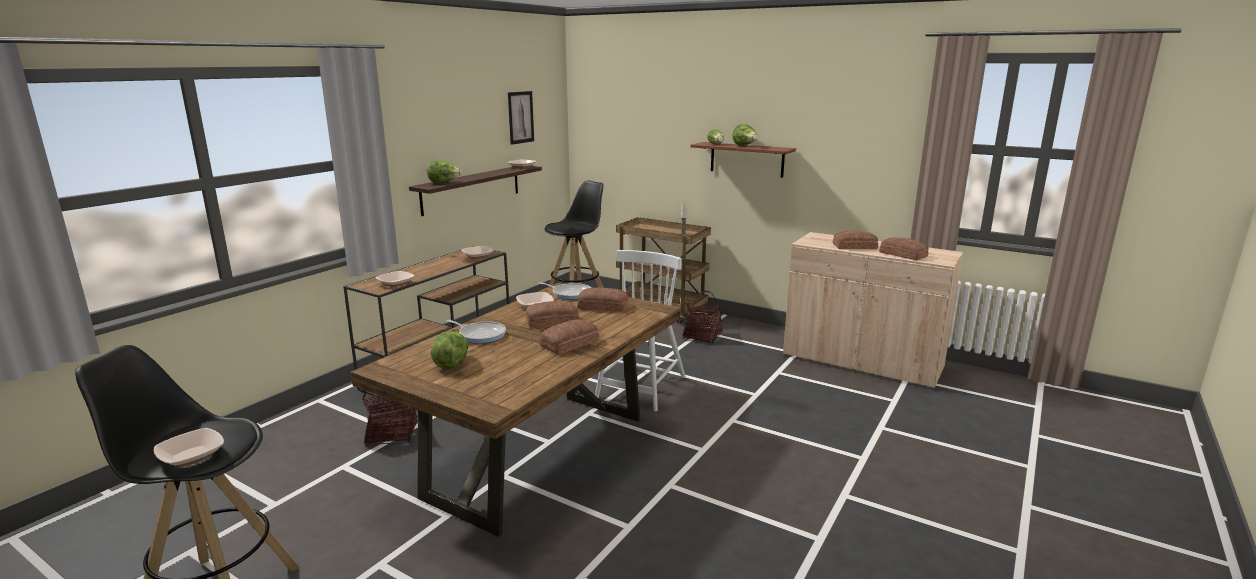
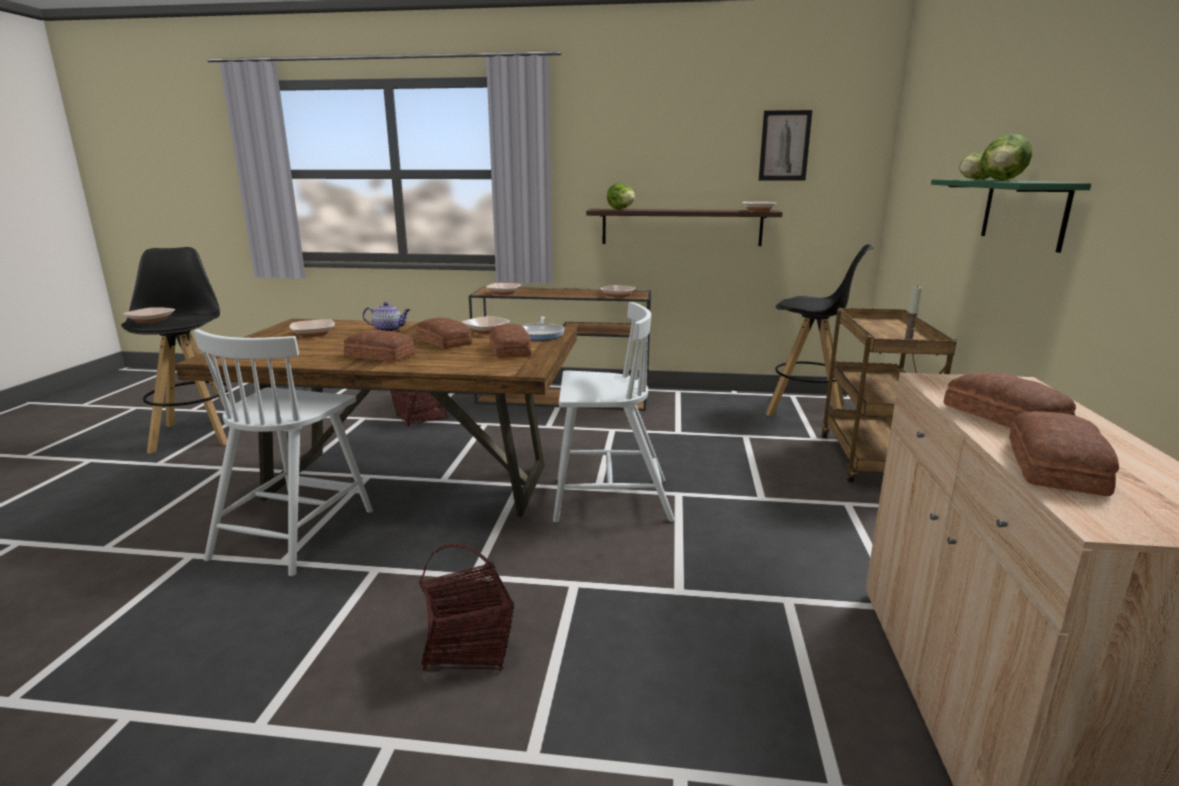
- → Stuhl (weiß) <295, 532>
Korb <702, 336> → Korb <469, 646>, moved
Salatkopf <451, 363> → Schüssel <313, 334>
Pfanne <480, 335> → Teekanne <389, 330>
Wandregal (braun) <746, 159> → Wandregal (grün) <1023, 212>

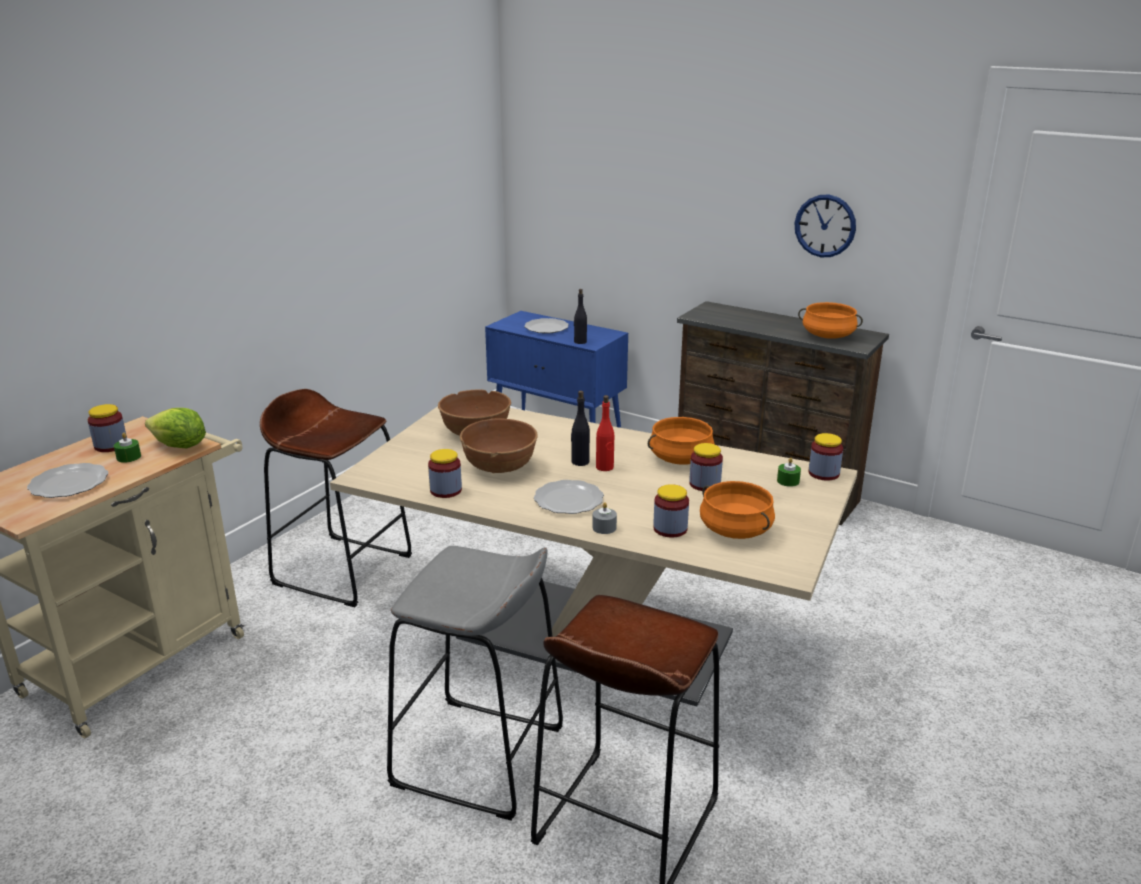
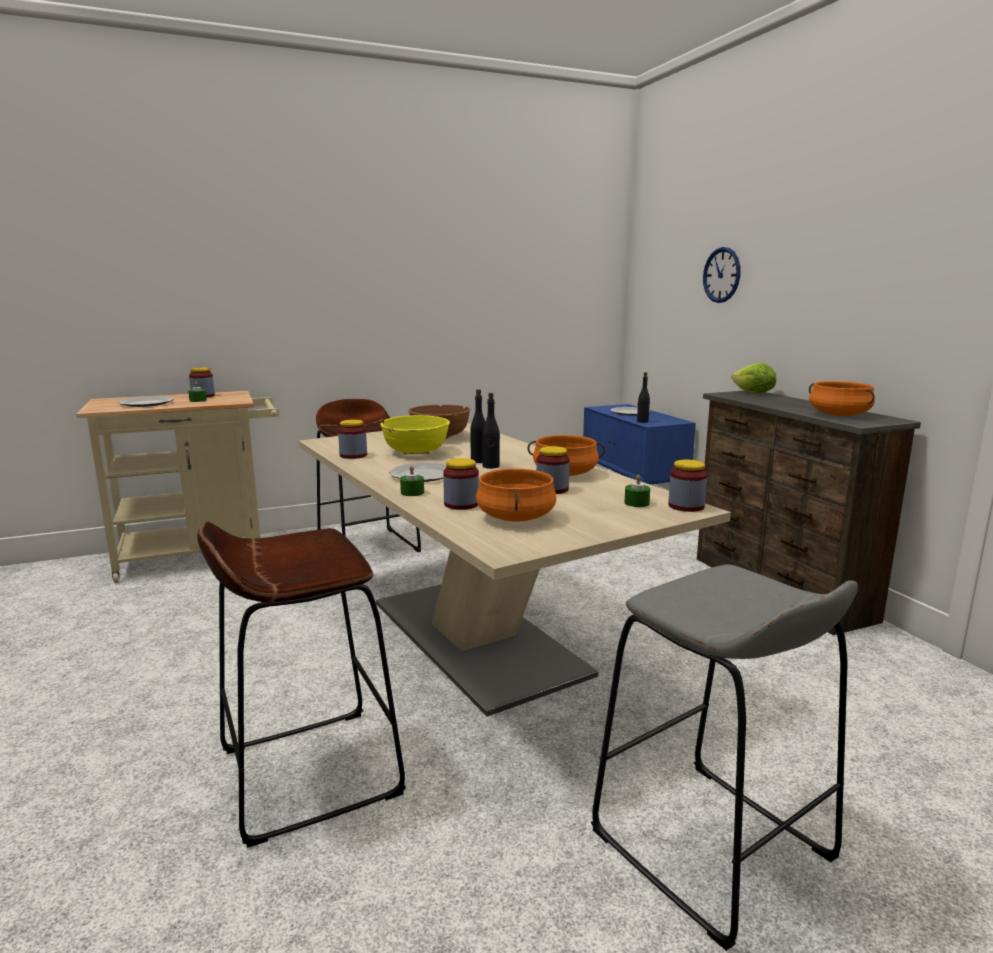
Salatkopf <180, 447> → Salatkopf <753, 393>, moved
Hocker (grau) <479, 757> → Hocker (grau) <711, 846>, moved
Wanduhr <825, 226> → Wanduhr <721, 275>, moved
Schüssel (braun) <500, 466> → Schüssel (gelb) <416, 452>
Kerze (grau) <604, 527> → Kerze (grün) <412, 492>
Flasche (rot) <605, 467> → Flasche (schwarz) <491, 466>

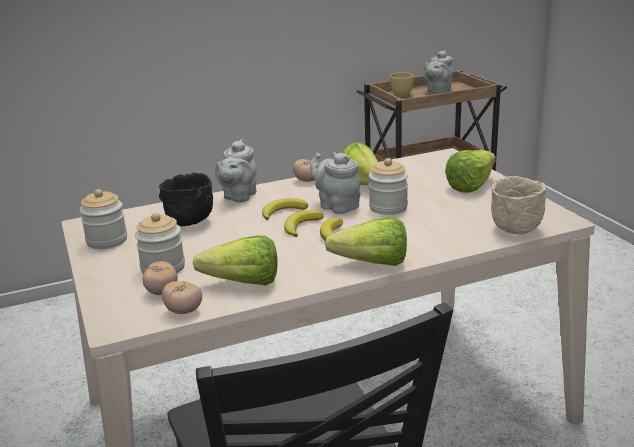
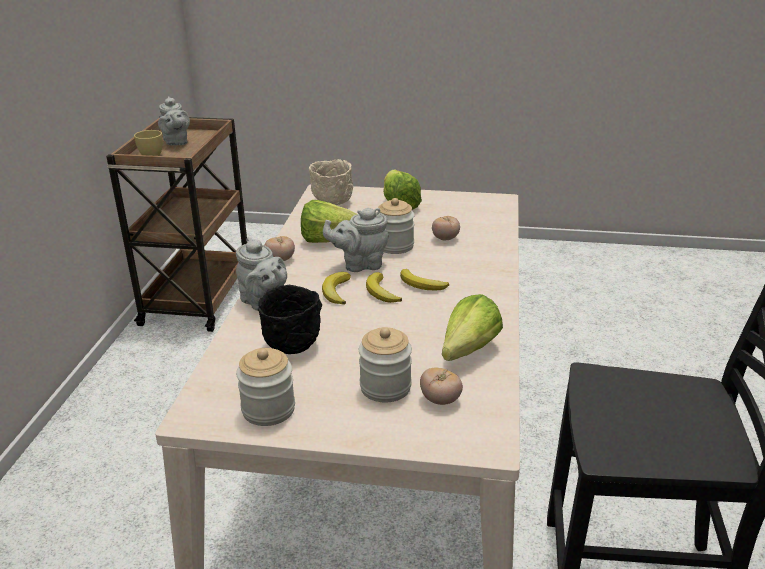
Salatkopf <366, 263> → -
Tomate <184, 311> → Tomate <445, 239>, moved
Schüssel (beige) <516, 229> → Schüssel (beige) <333, 202>, moved

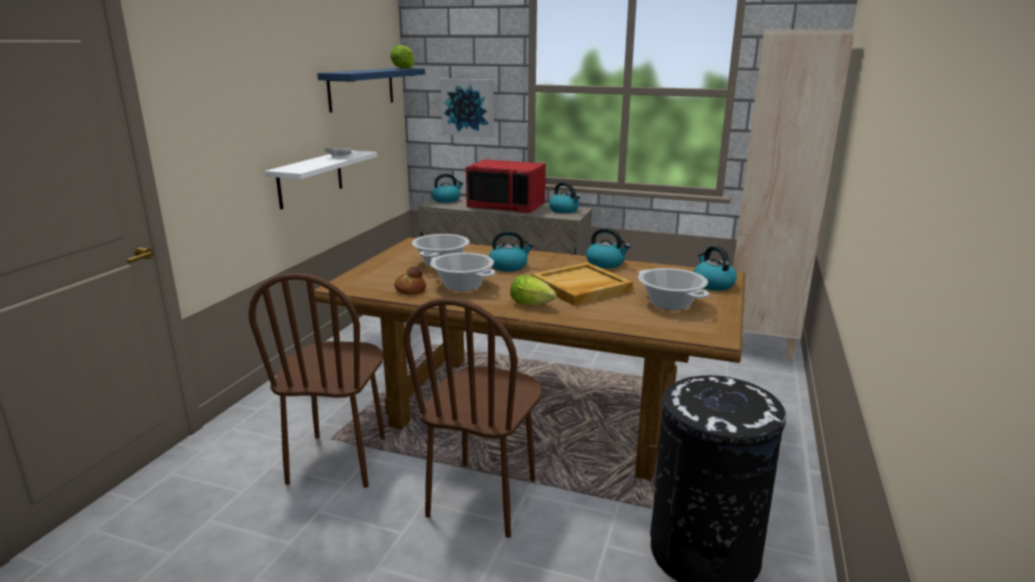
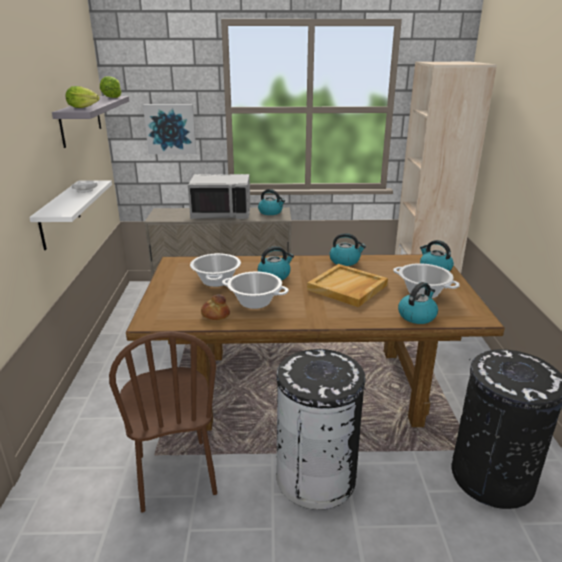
Wasserkessel <446, 200> → Wasserkessel <417, 316>, moved
Salatkopf <533, 305> → Salatkopf <85, 108>, moved
Stuhl (braun) <483, 498> → Mülleimer (schwarz) <316, 477>
Wandregal (blau) <361, 88> → Wandregal (grau) <81, 120>
Mikrowelle (rot) <507, 206> → Mikrowelle (grau) <221, 213>

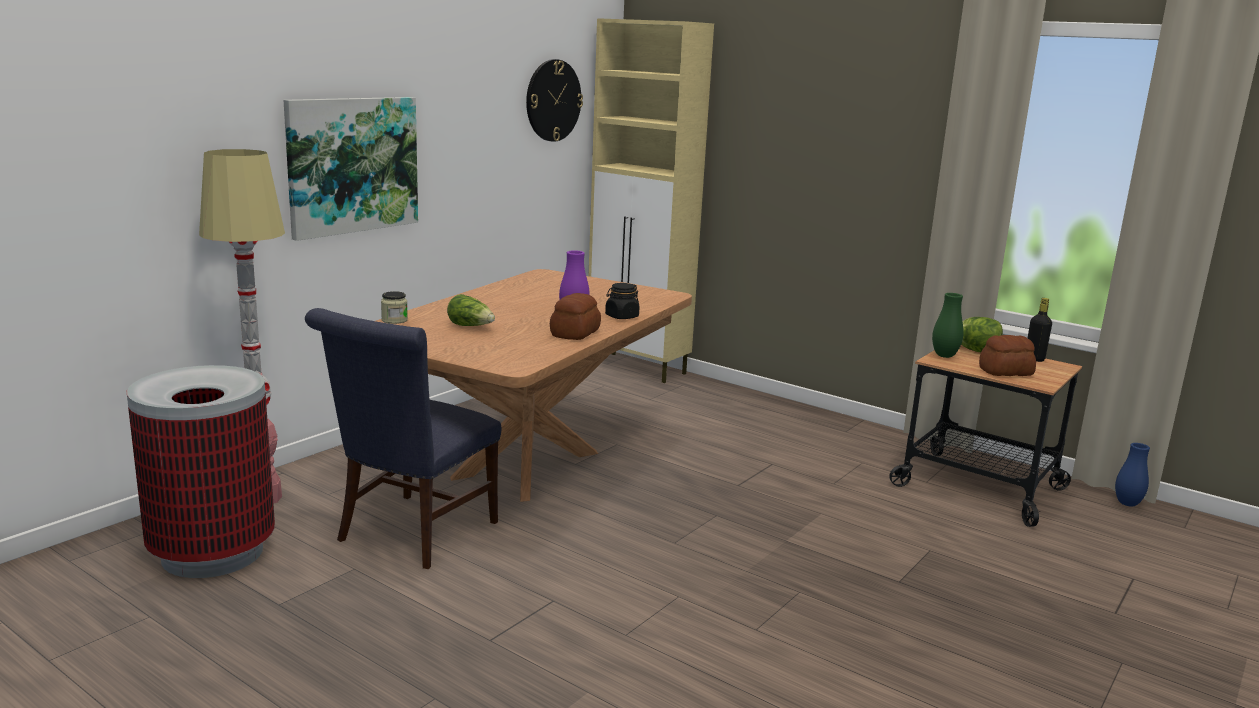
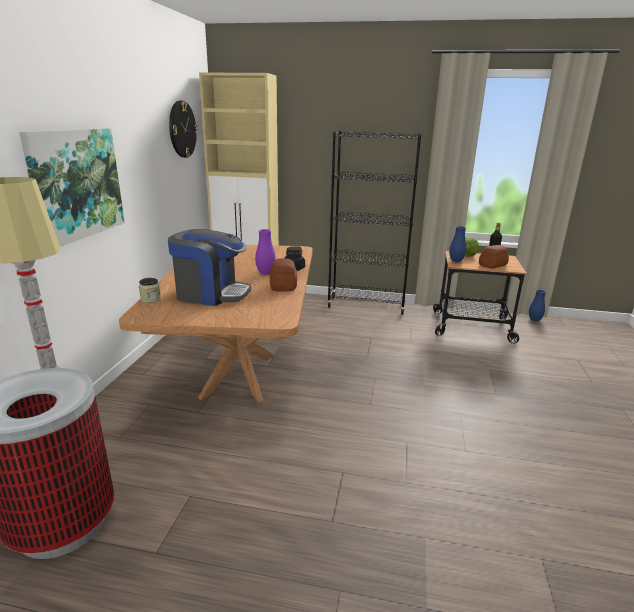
Stuhl (blau) <411, 534> → -
- → Bücherregal (schwarz) <366, 306>
Salatkopf <471, 326> → Kaffeemaschine <211, 294>
Vase (grün) <944, 356> → Vase (blau) <456, 261>

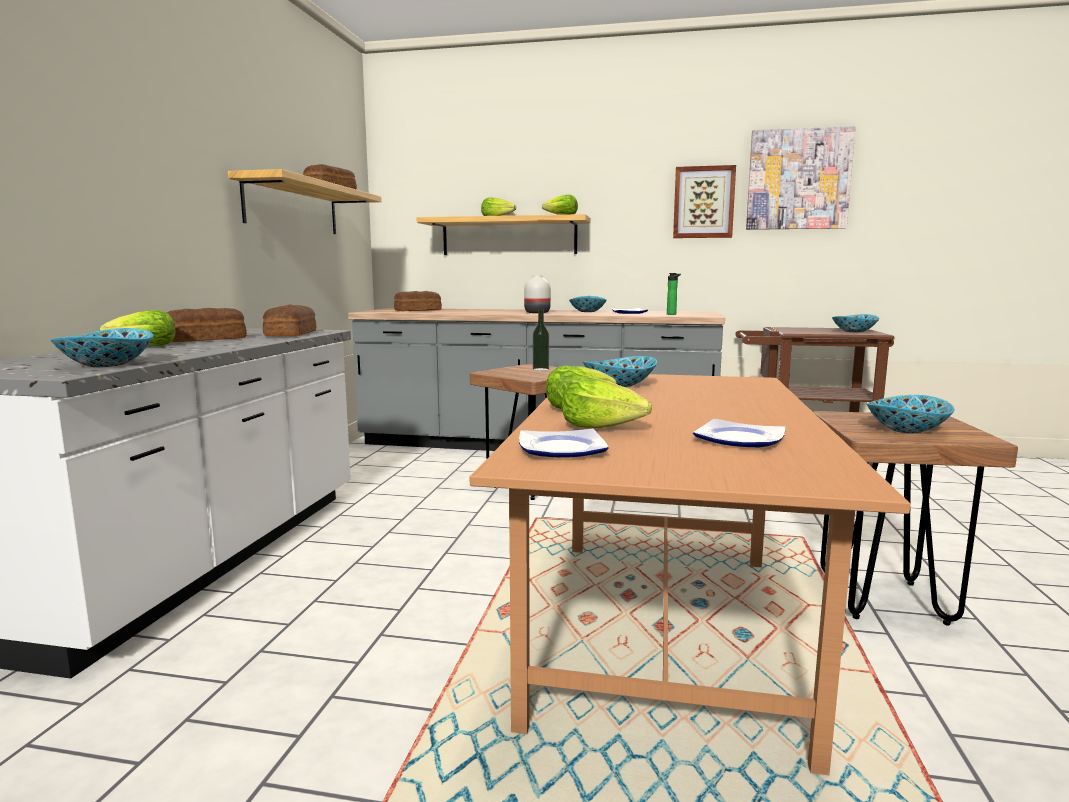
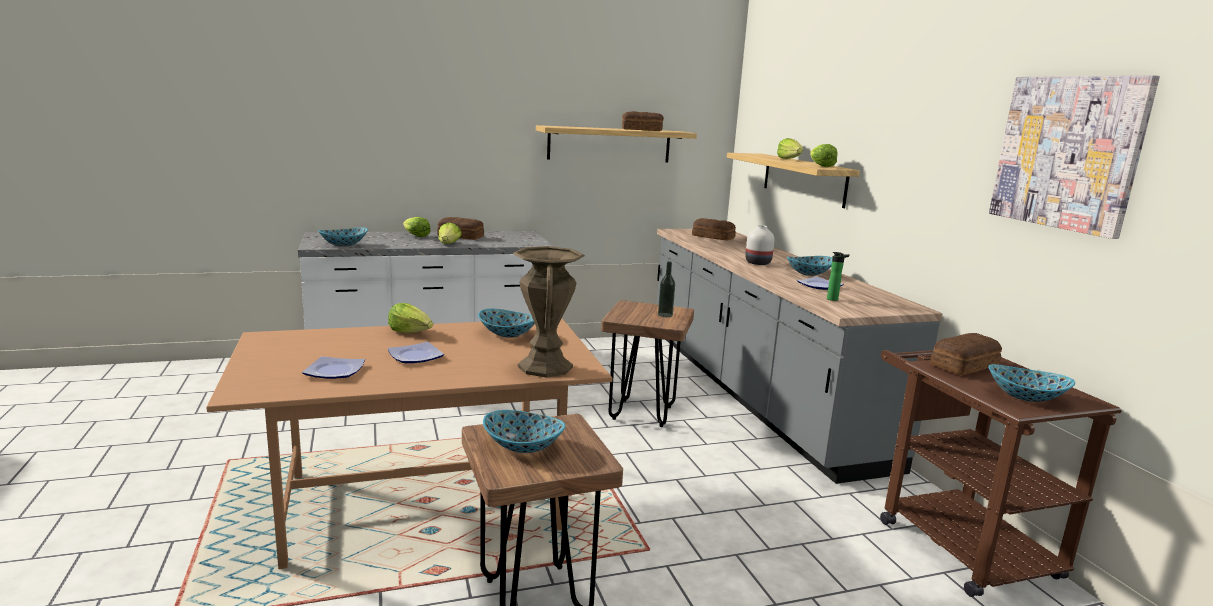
Bild <703, 202> → -
- → Vase (braun) <545, 367>
Brot <289, 334> → Brot <962, 365>, moved
Teller <563, 449> → Teller <415, 357>, moved
Salatkopf <602, 427> → Salatkopf <449, 244>, moved

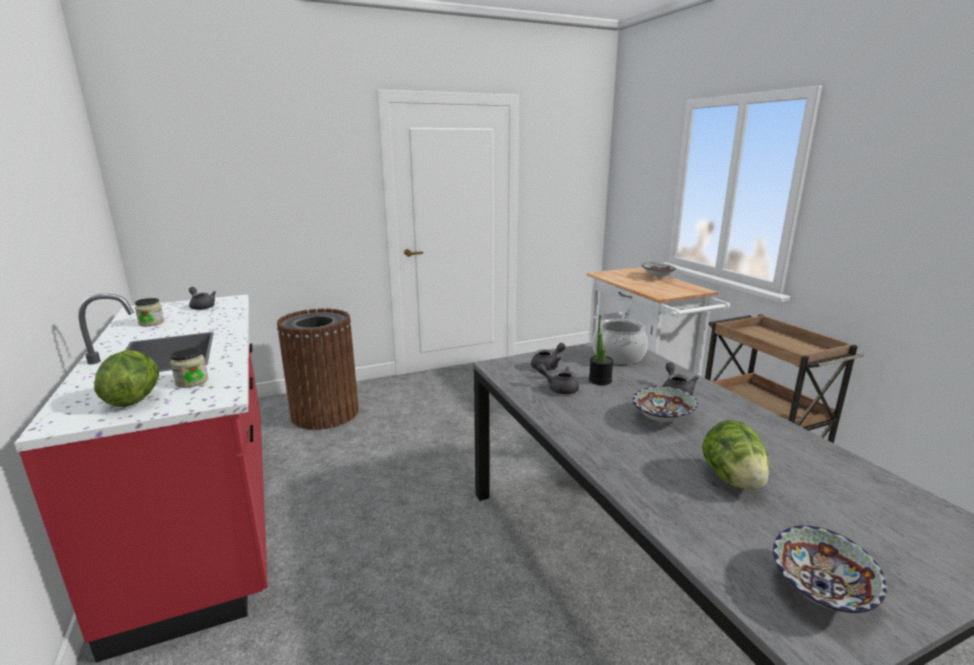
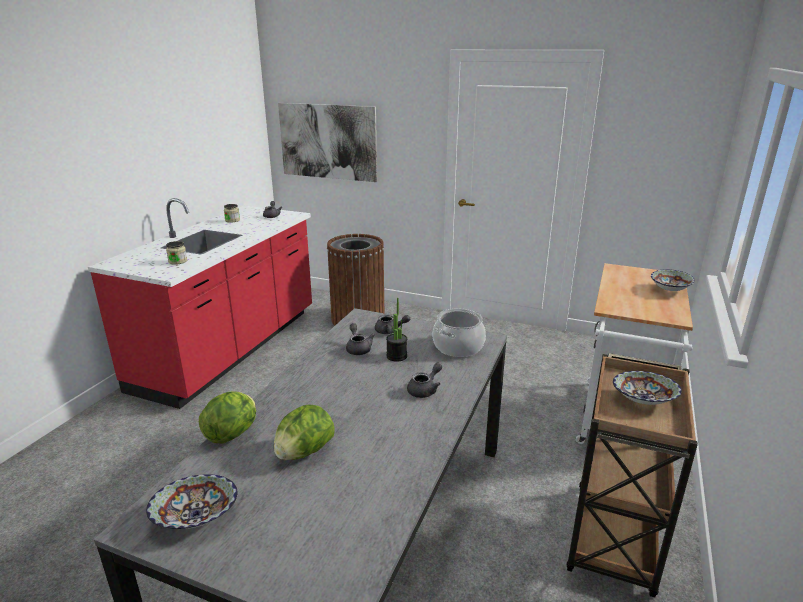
- → Bild <328, 142>
Salatkopf <134, 399> → Salatkopf <232, 433>, moved
Schüssel <662, 418> → Schüssel <643, 400>, moved

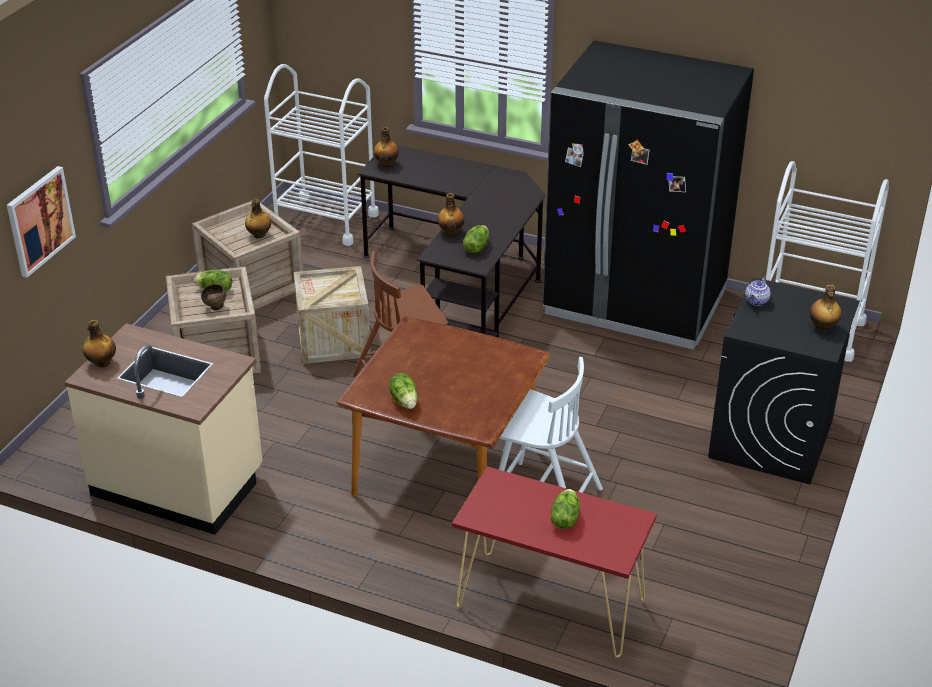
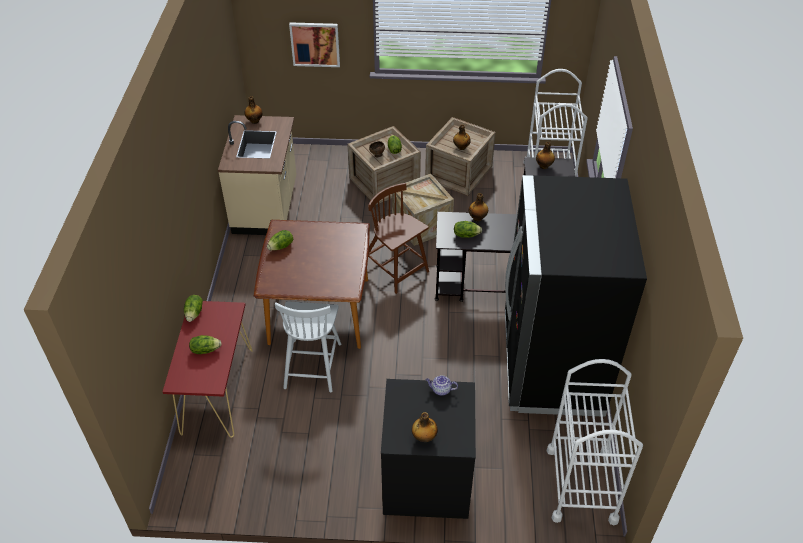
- → Salatkopf <194, 313>

